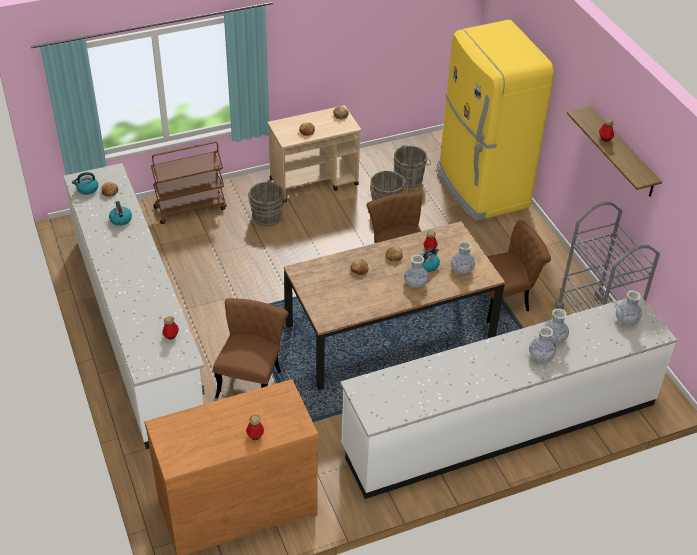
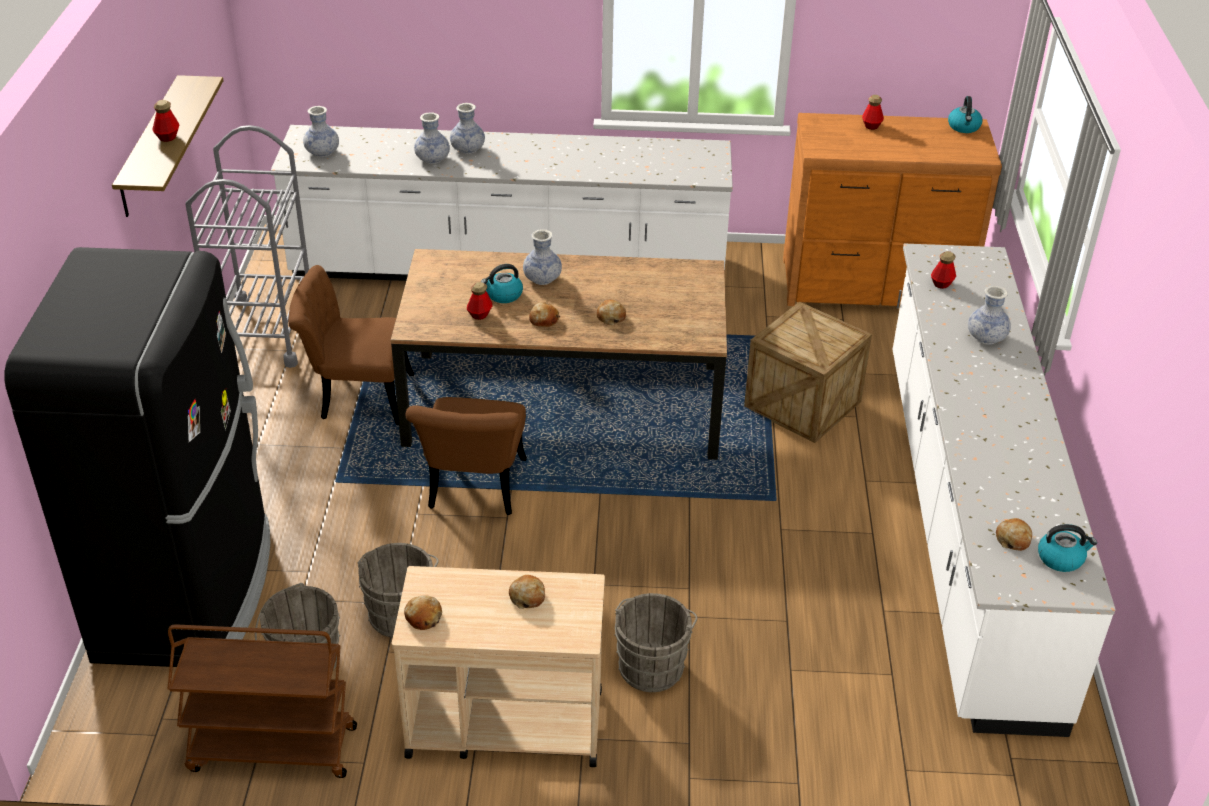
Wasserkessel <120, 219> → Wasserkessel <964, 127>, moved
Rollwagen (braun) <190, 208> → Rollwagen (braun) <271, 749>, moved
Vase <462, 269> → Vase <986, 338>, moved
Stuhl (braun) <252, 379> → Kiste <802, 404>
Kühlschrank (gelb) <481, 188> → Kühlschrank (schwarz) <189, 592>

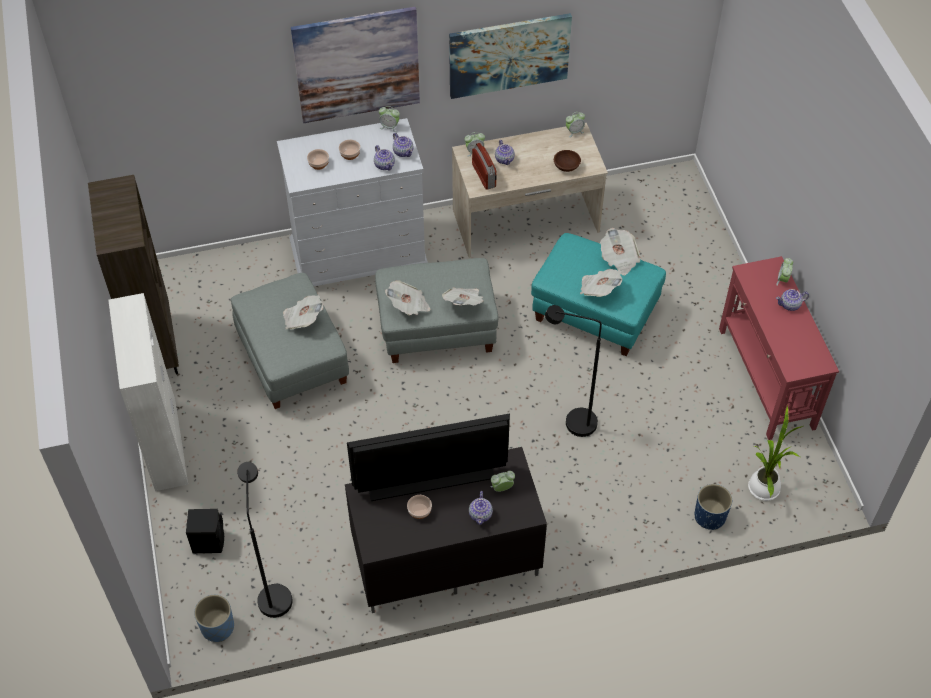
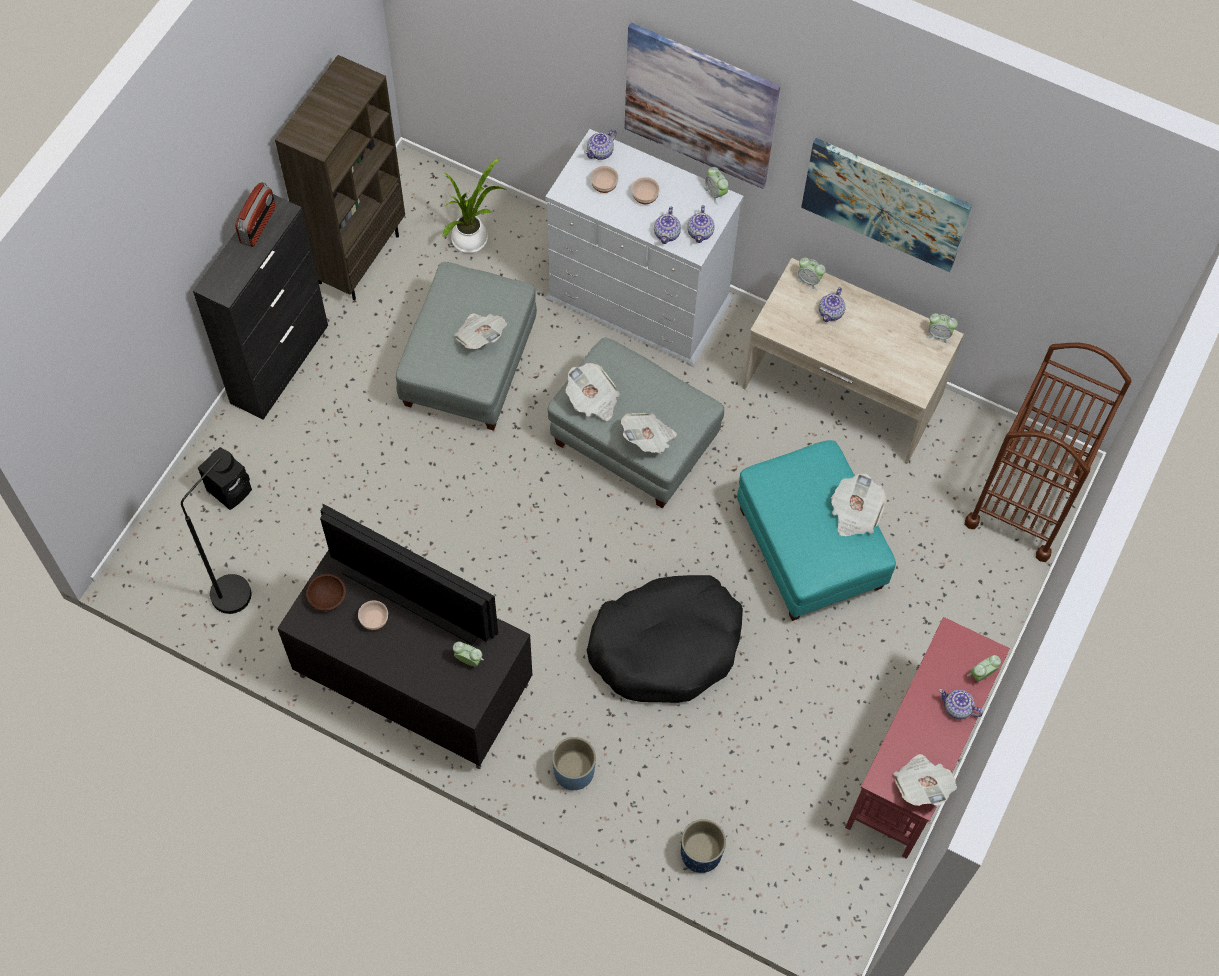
- → Rollwagen (braun) <1027, 497>
Pflanzkübel (blau) <217, 627> → Pflanzkübel (blau) <574, 772>, moved
Teekanne <480, 514> → Teekanne <600, 152>, moved
Radio <484, 175> → Radio <258, 225>, moved
Schüssel (braun) <566, 166> → Schüssel (braun) <328, 597>, moved
Zeitung <599, 289> → Zeitung <922, 785>, moved
Topfpflanze <764, 486> → Topfpflanze <472, 238>, moved
Stehlampe (schwarz) <572, 422> → Hundebett (schwarz) <666, 645>
Schrank (weiß) <165, 444> → Schrank (schwarz) <280, 363>

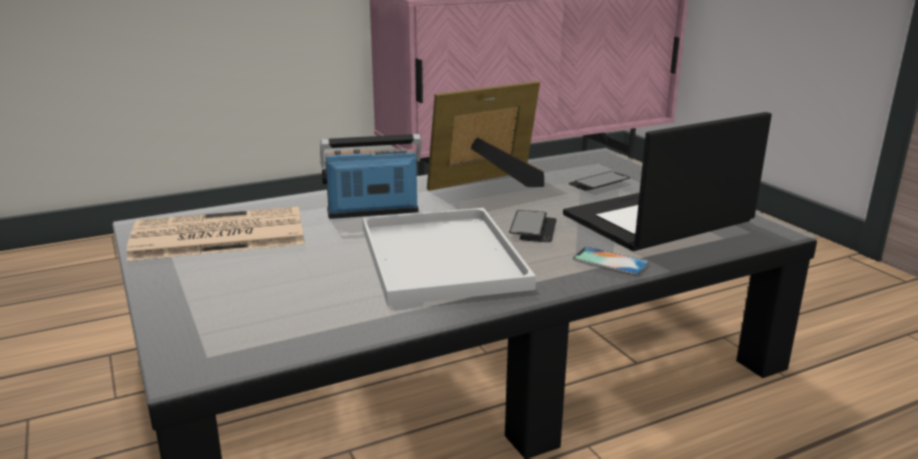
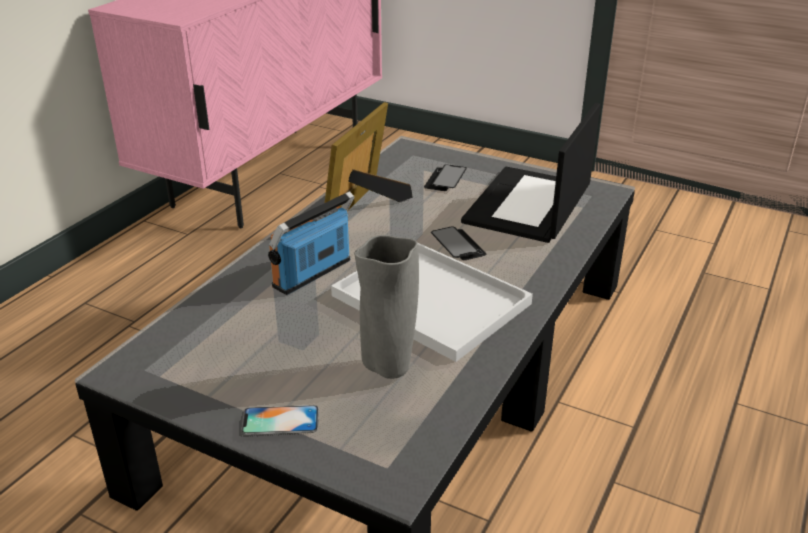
Zeitung <216, 236> → -
- → Vase (grau) <387, 367>
Handy <610, 261> → Handy <280, 420>, moved

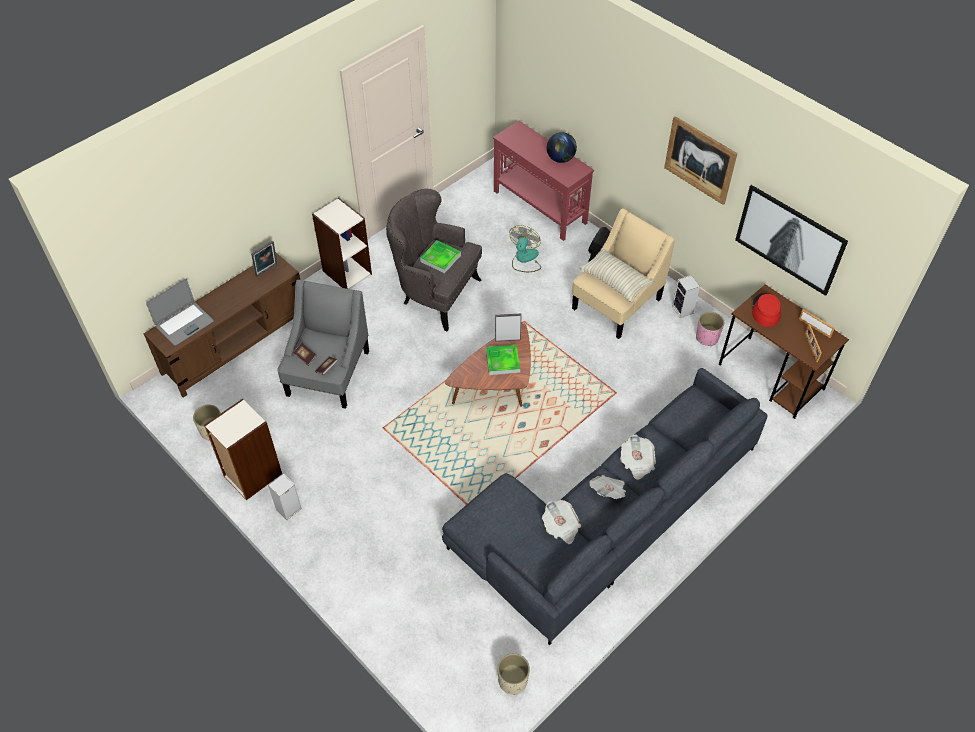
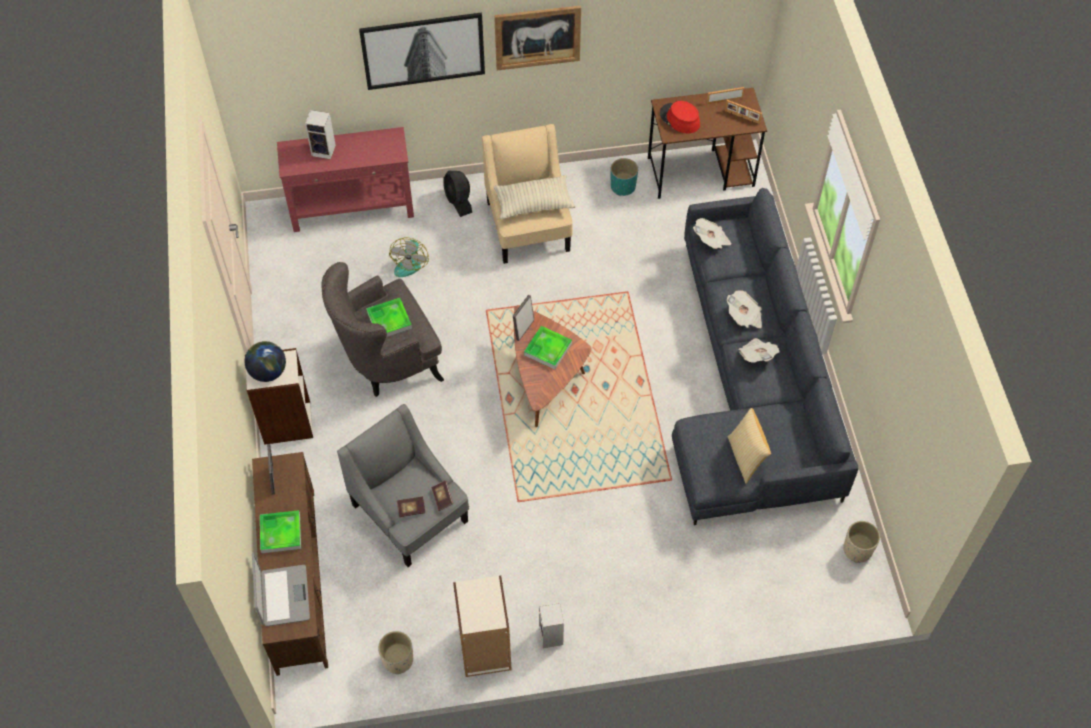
- → Tablett <280, 533>
- → Kissen <746, 457>
Zeitung <561, 527> → Zeitung <711, 240>, moved
Globus <560, 159> → Globus <268, 372>, moved
Lautsprecher <683, 310> → Lautsprecher <324, 150>, moved
Bild <790, 239> → Bild <423, 49>, moved
Pflanzkübel (rosa) <707, 337> → Pflanzkübel (türkis) <623, 186>
Ventilator <524, 259> → Ventilator <409, 262>, 135 degrees counterclockwise

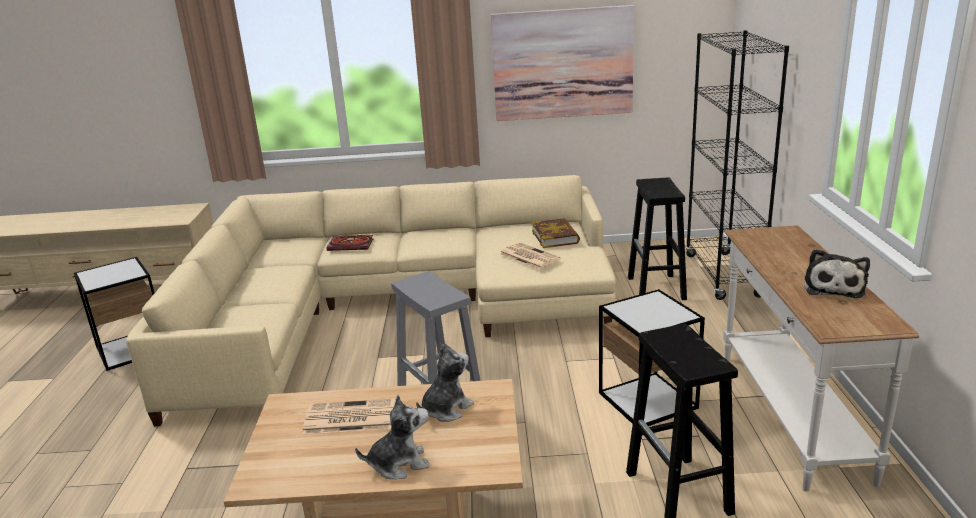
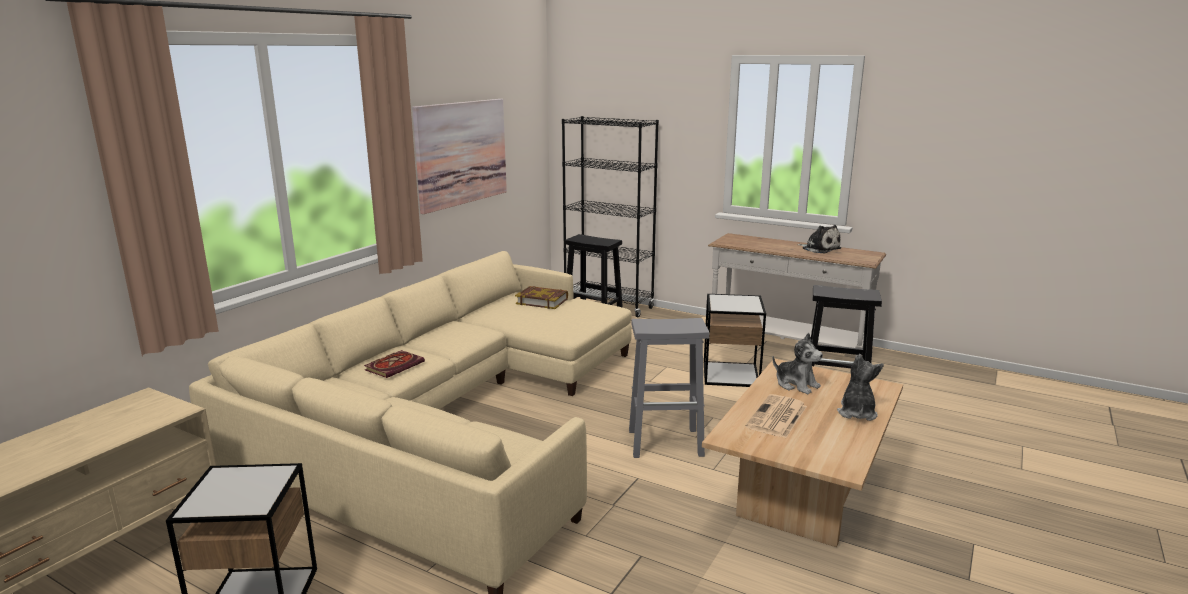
Zeitung <528, 256> → -
Plüschtier <445, 409> → Plüschtier <796, 384>, 150 degrees clockwise

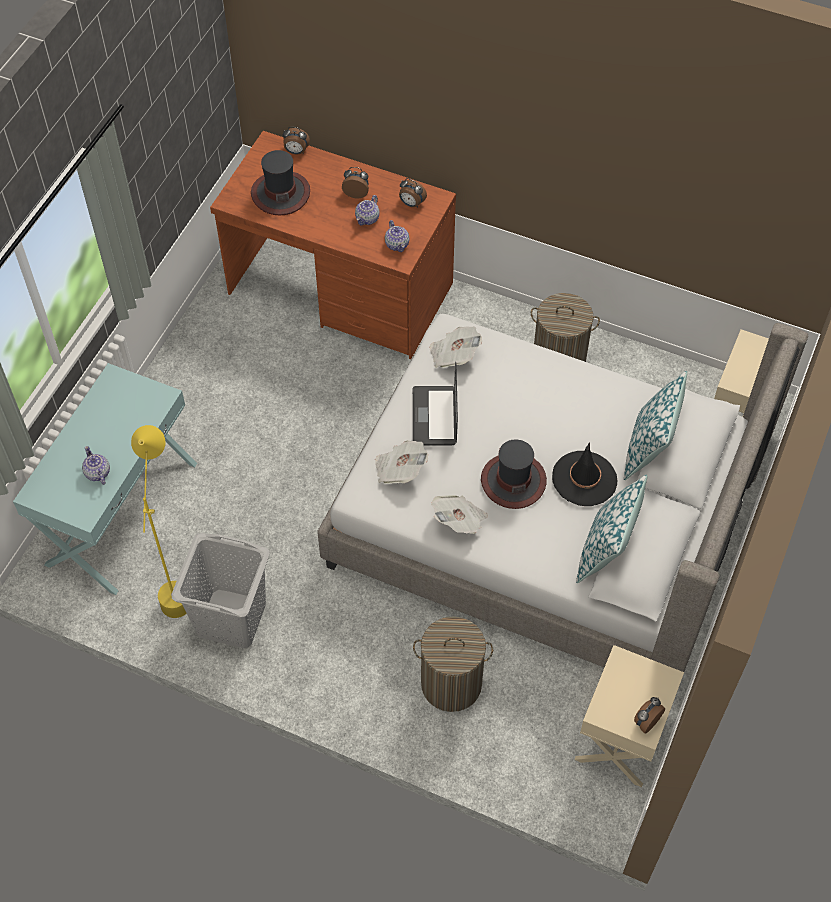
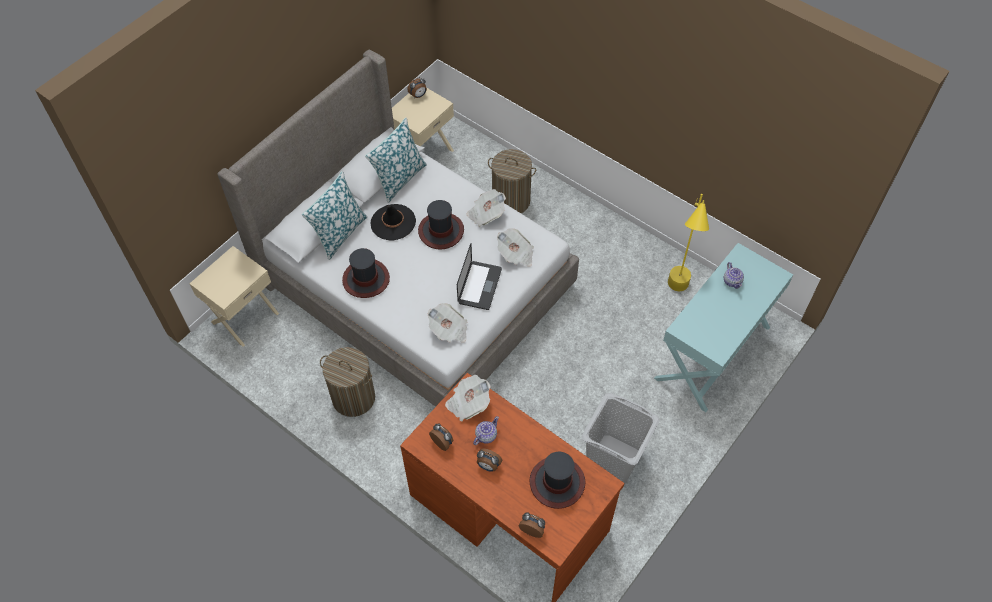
- → Hut <366, 279>
Wäschekorb (grau) <232, 618> → Wäschekorb (grau) <613, 459>, moved
Teekanne <397, 244> → Zeitung <468, 403>

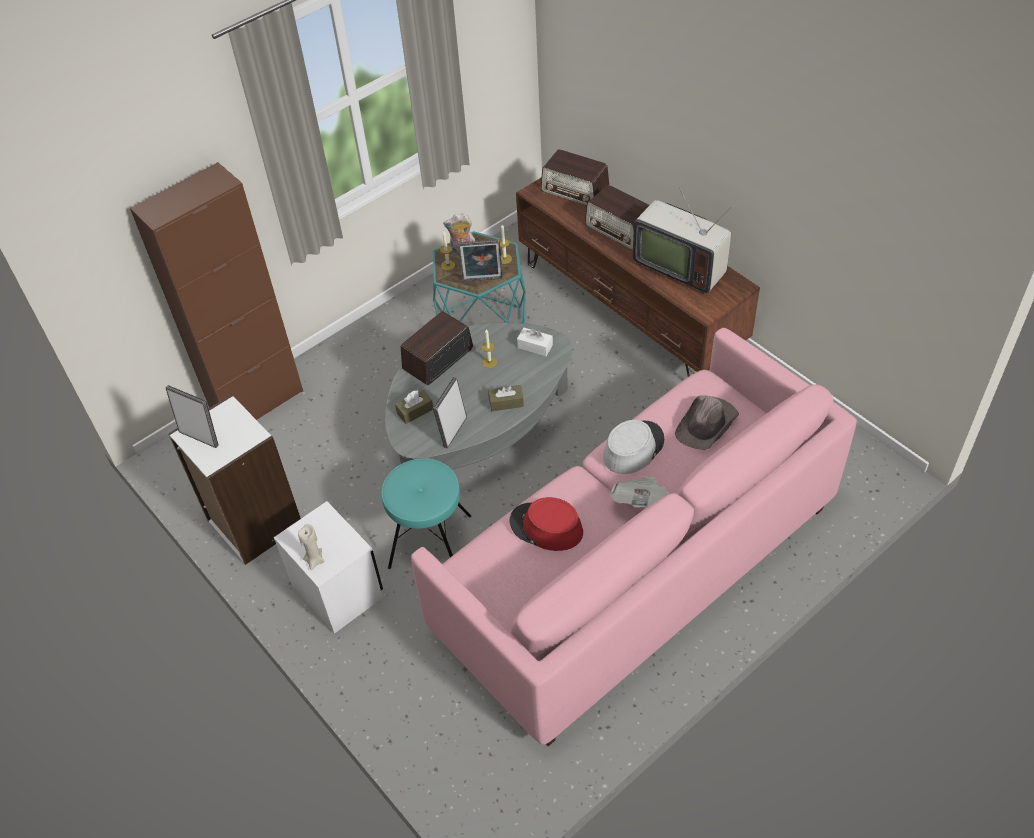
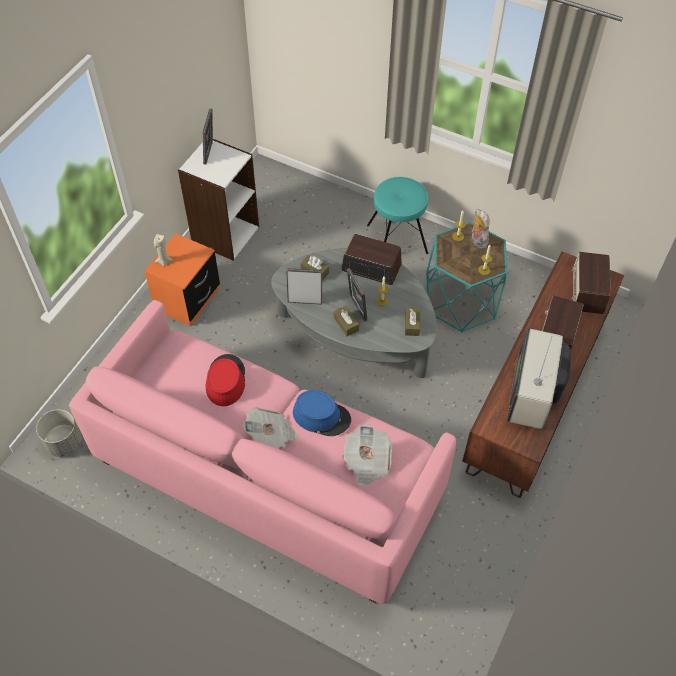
Schrank (braun) <257, 402> → -
- → Pflanzkübel (grau) <63, 442>
Hocker (türkis) <430, 541> → Hocker (türkis) <397, 239>, moved
Bilderrahmen <482, 280> → Bilderrahmen <356, 309>, moved
Hut (braun) <707, 424> → Zeitung <367, 462>
Nachttisch (weiß) <337, 591> → Nachttisch (orange) <187, 299>
Taschentuchbox (weiß) <535, 346> → Taschentuchbox (braun) <412, 325>
Hut (grau) <633, 448> → Hut (blau) <321, 416>

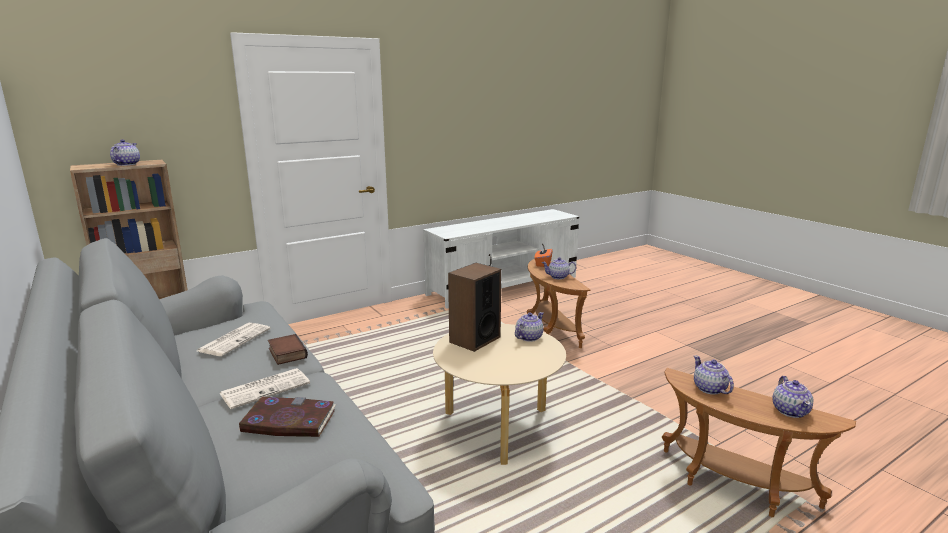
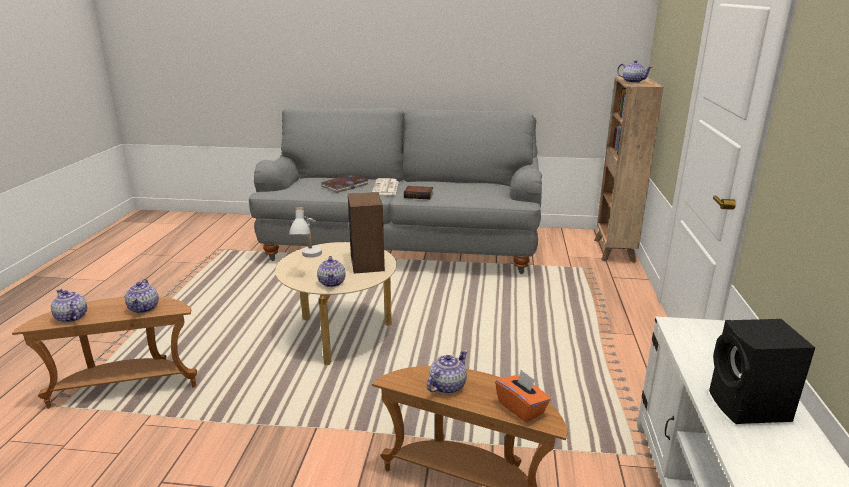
Zeitung <234, 339> → -
- → Tischlampe (weiß) <309, 259>
- → Lautsprecher (schwarz) <749, 408>
Teekanne <709, 389> → Teekanne <144, 308>, 60 degrees clockwise

